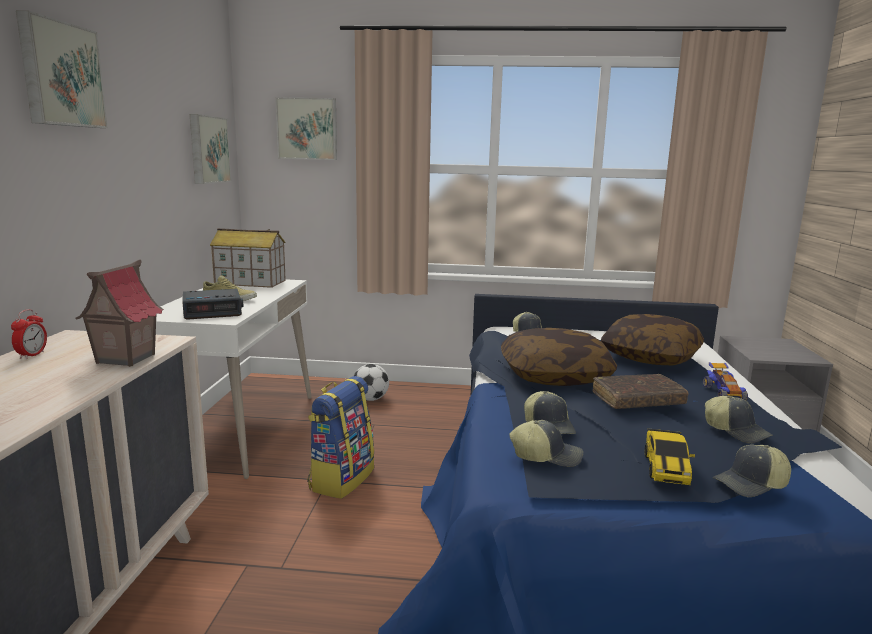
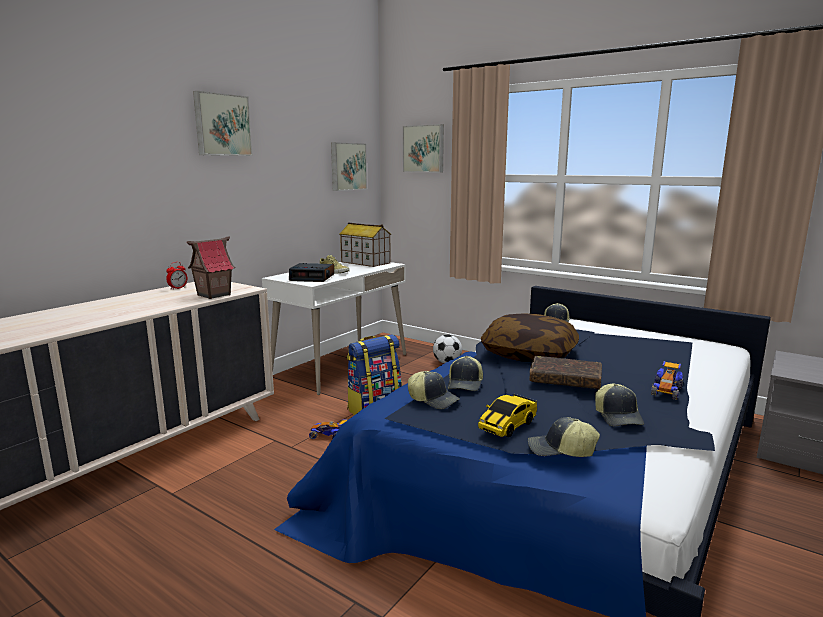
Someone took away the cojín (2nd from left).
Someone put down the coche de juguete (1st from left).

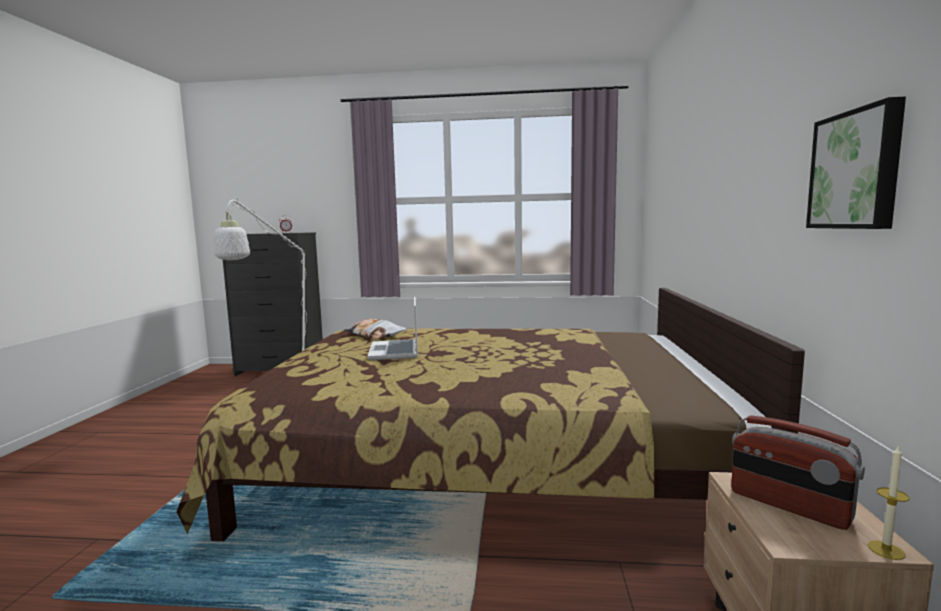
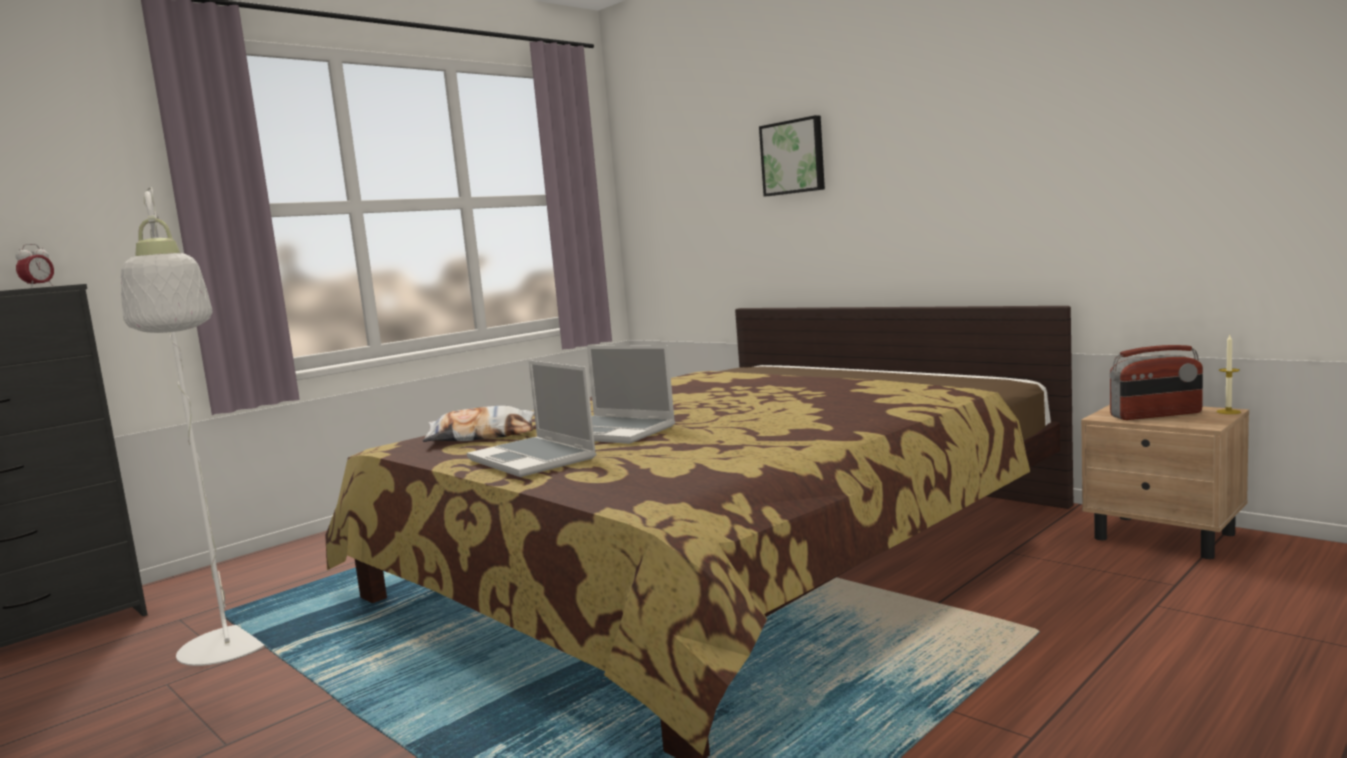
Someone carried the cuadro.
Someone put down the portátil (1st from left).

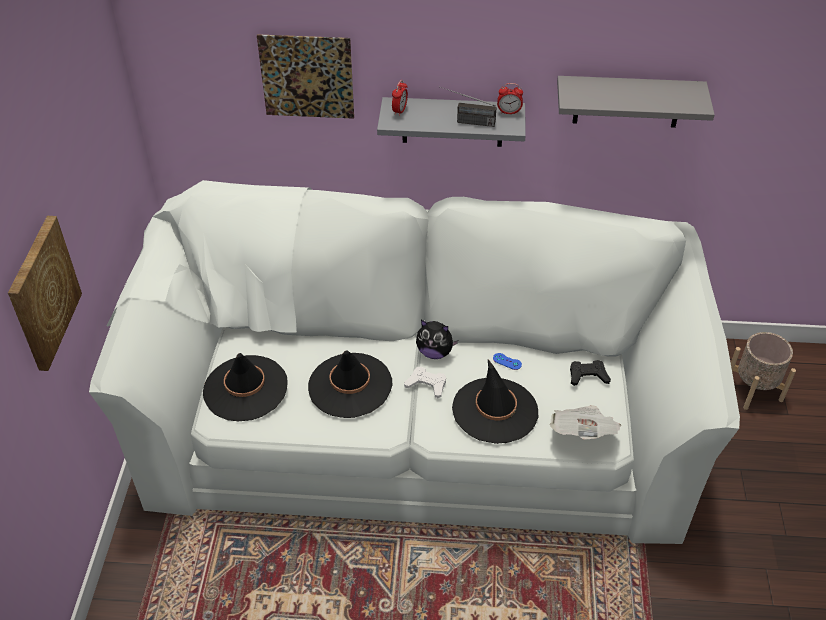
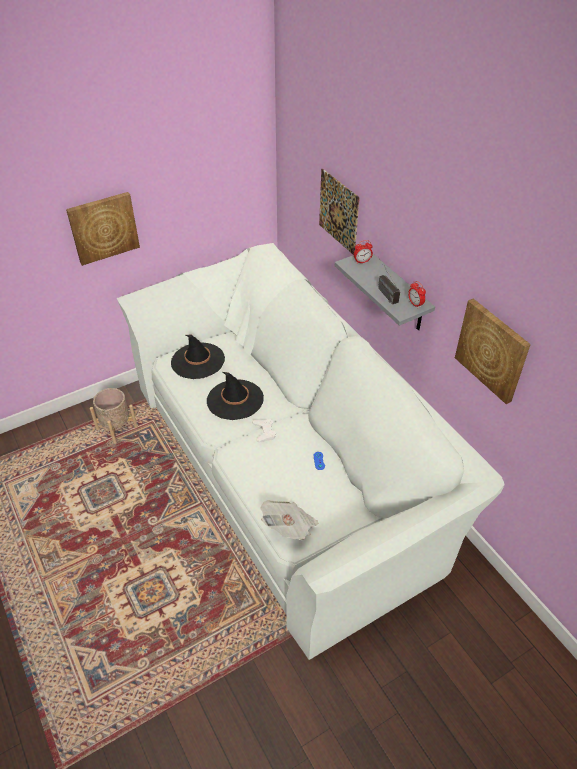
Someone swapped the estante [gris] (2nd from left) for the cuadro (3rd from left).
Someone took away the peluche.
Someone carried the maceta [beis].
Someone took away the sombrero [negro] (3rd from left).
Someone took away the mando de consola [negro].

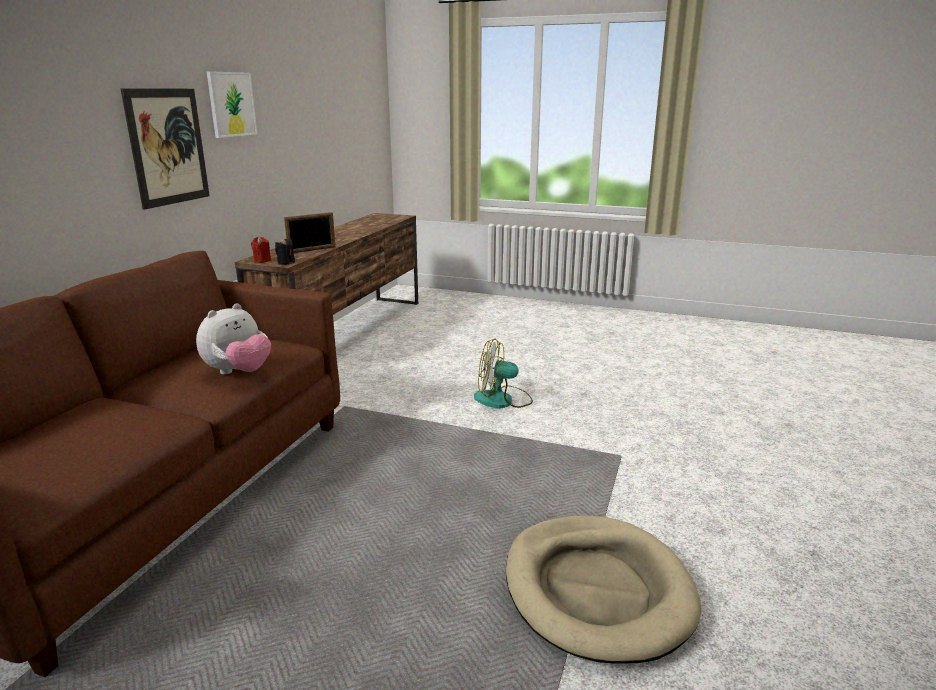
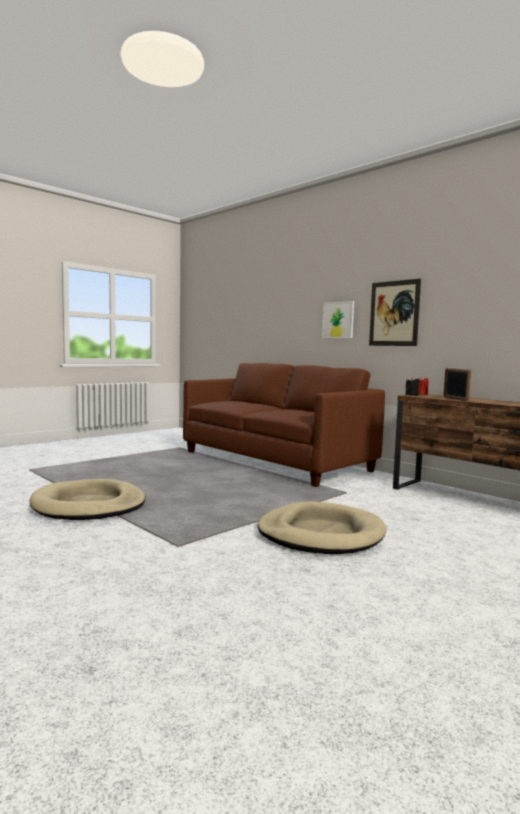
Someone carried the cuadro (2nd from left in the first image).
Someone took away the peluche.
Someone swapped the ventilador for the cama para perro [beis] (2nd from left).

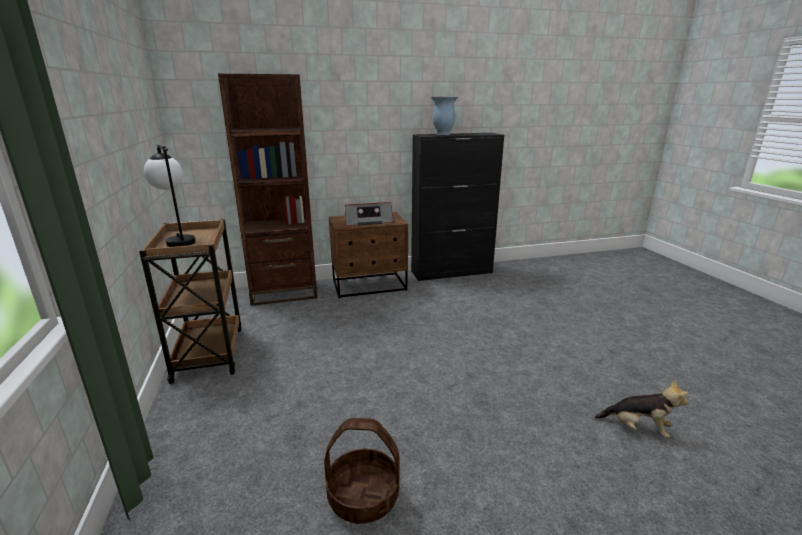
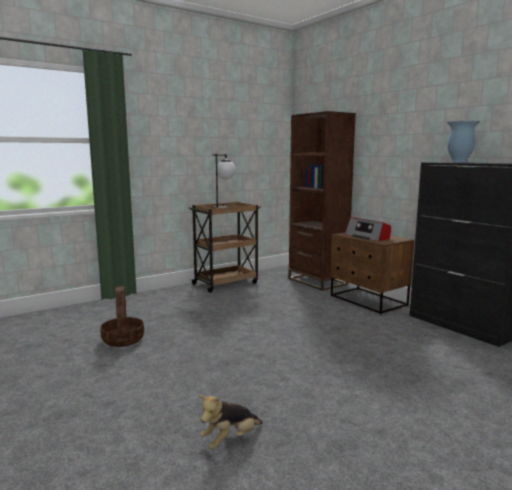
Someone rotated the peluche by 45 degrees clockwise.

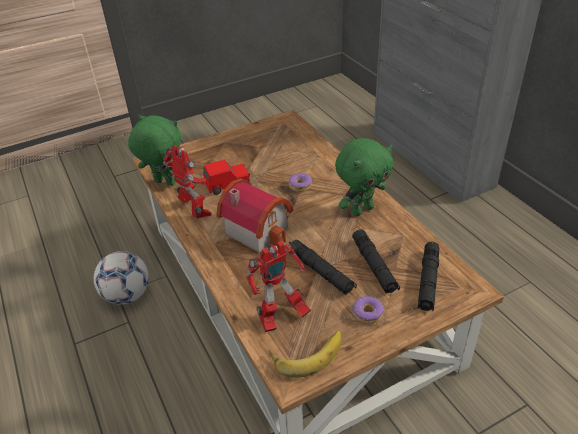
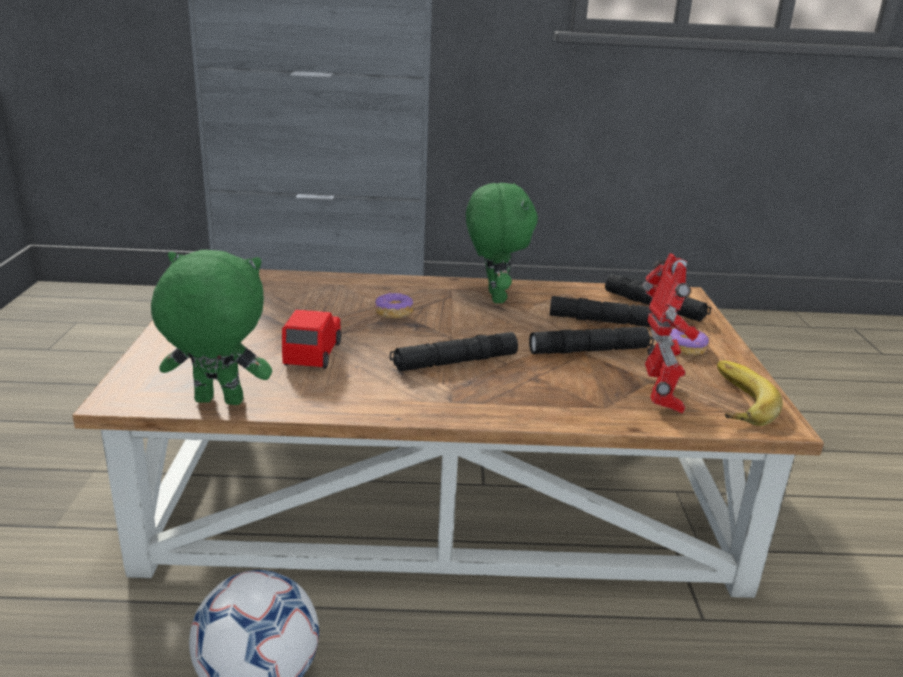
Someone rotated the peluche [verde] (1st from left) by 45 degrees clockwise.
Someone took away the robot de juguete (1st from left).
Someone swapped the casita for the linterna [negro] (1st from left).

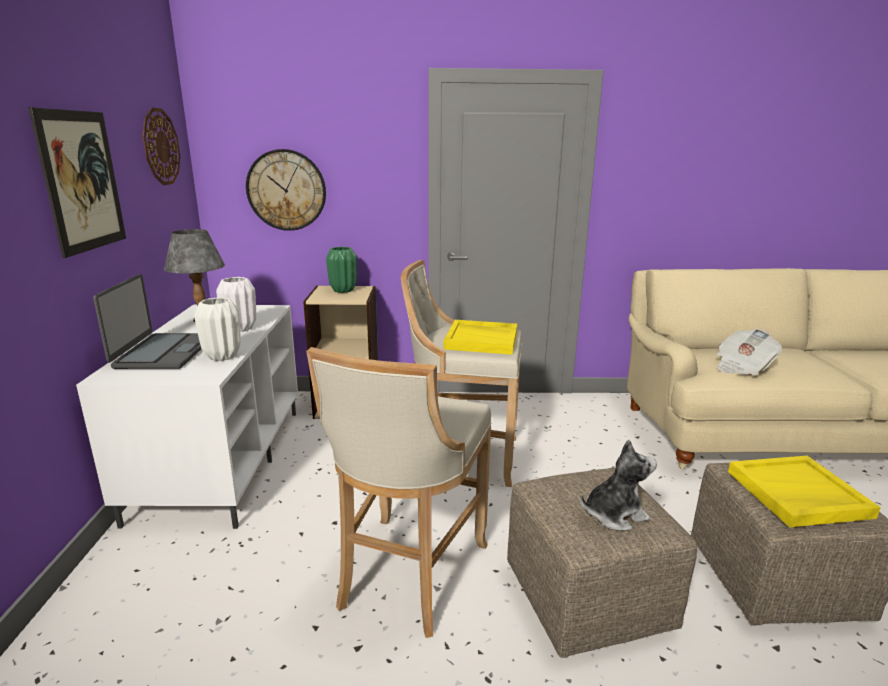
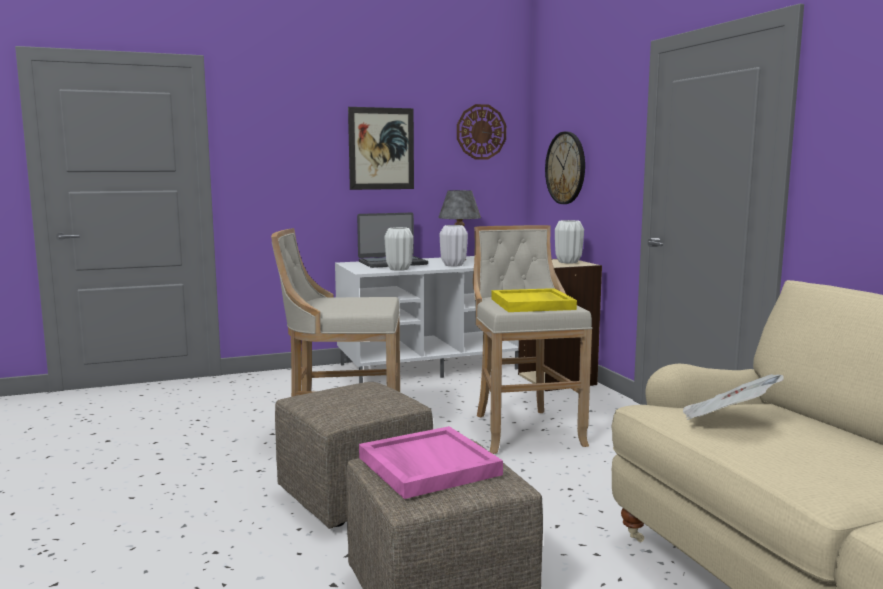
Someone repainted the florero [verde], which became the florero [blanco] (3rd from left).
Someone took away the peluche.
Someone repainted the bandeja [amarillo] (2nd from left), which became the bandeja [rosa].

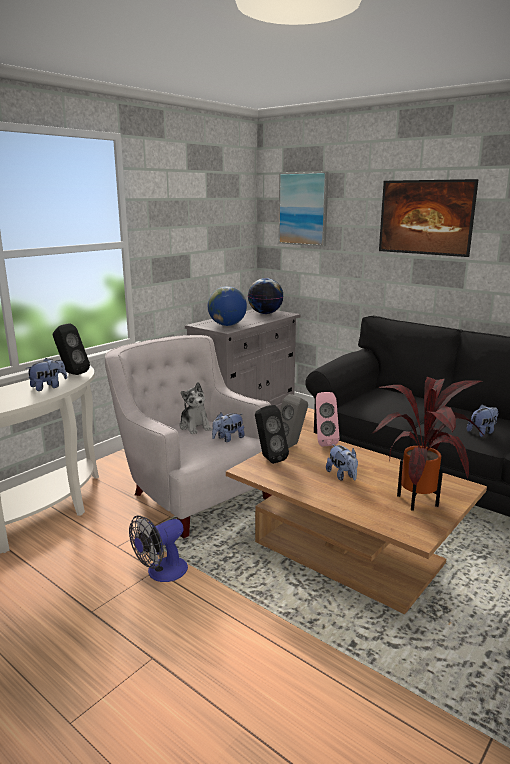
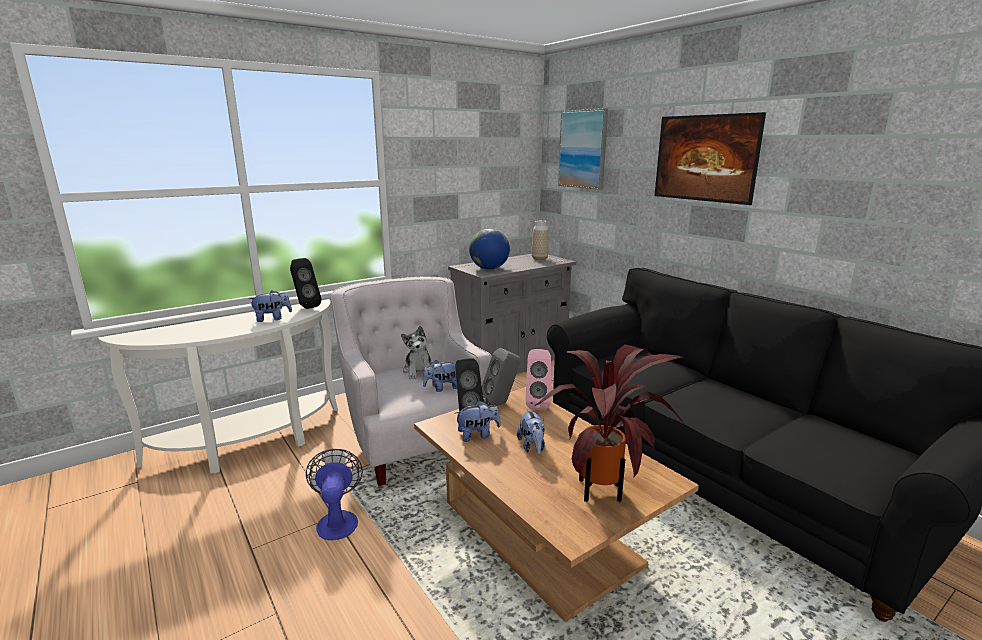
Someone swapped the globo terráqueo (2nd from left) for the florero.
Someone carried the peluche (5th from left in the first image).
Someone rotated the ventilador by 105 degrees clockwise.

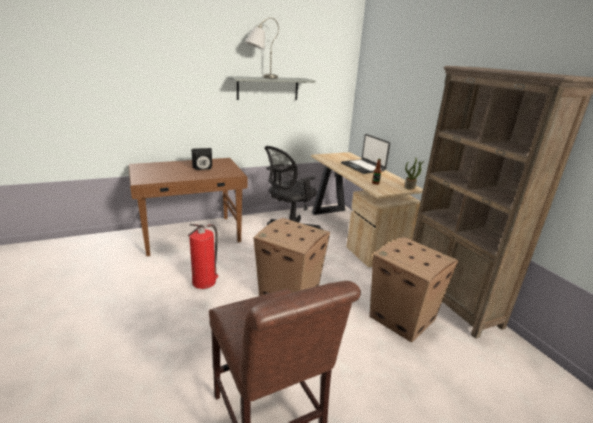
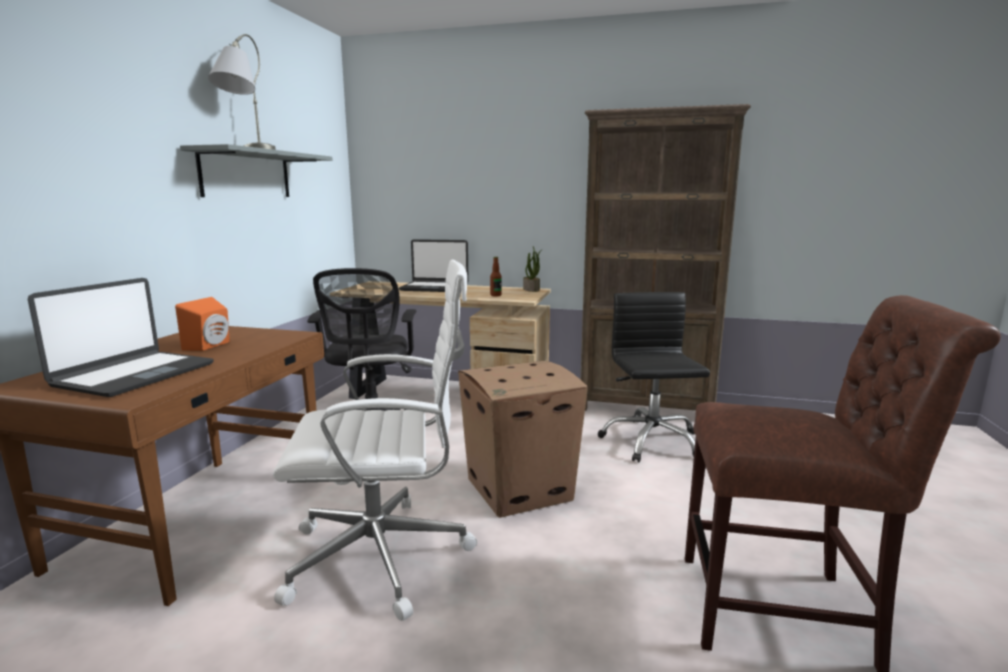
Someone repainted the altavoz [negro], which became the altavoz [naranja].
Someone swapped the extintor for the silla de oficina [blanco].
Someone swapped the caja de cartón (2nd from left) for the silla de oficina [negro] (2nd from left).
Someone put down the portátil (1st from left).

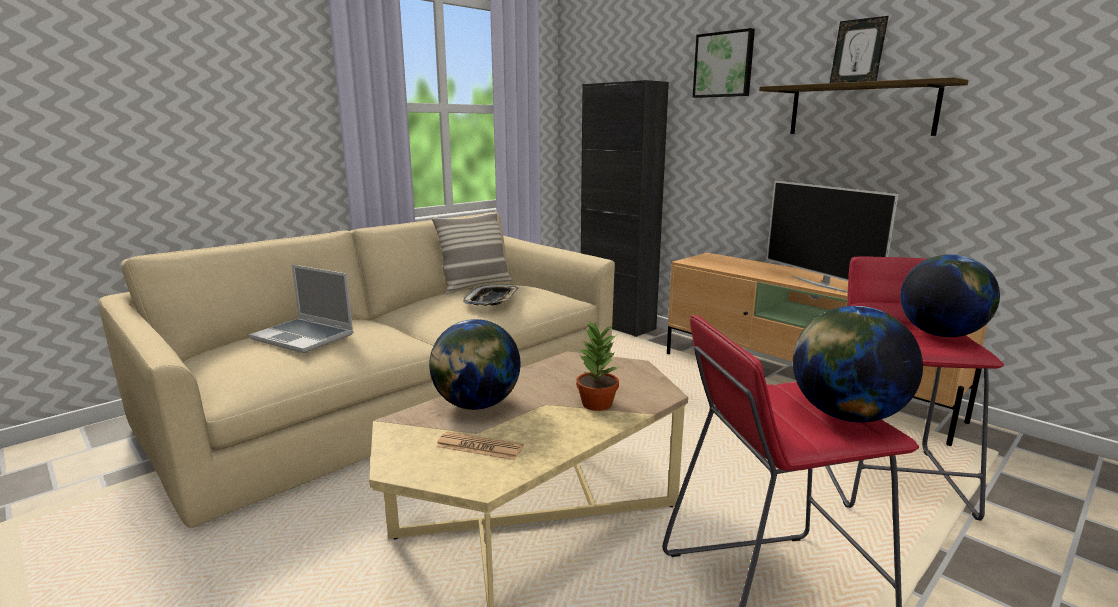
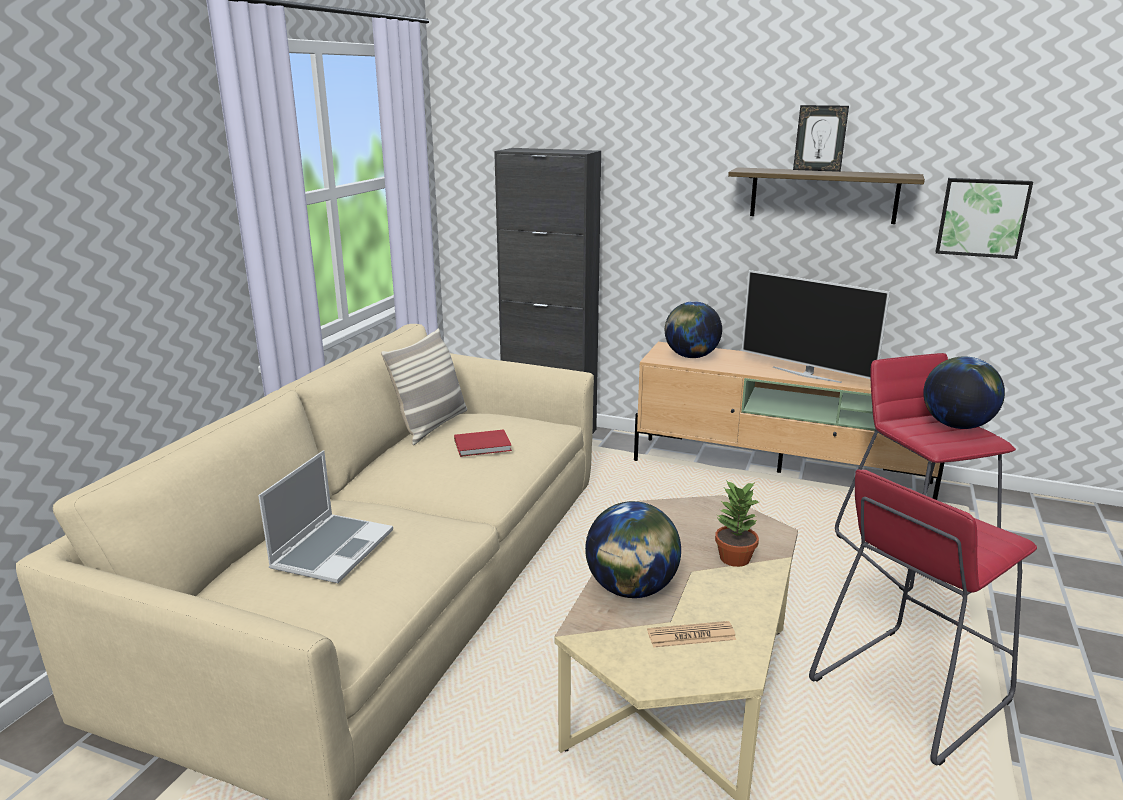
Someone carried the cuadro.
Someone rotated the portátil by 75 degrees counterclockwise.
Someone swapped the bandeja for the libro [rojo].
Someone carried the globo terráqueo (2nd from left).

